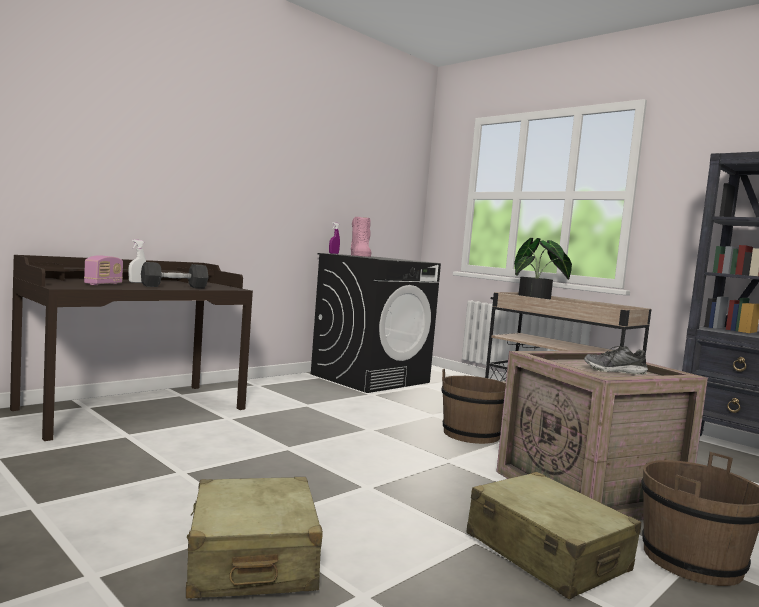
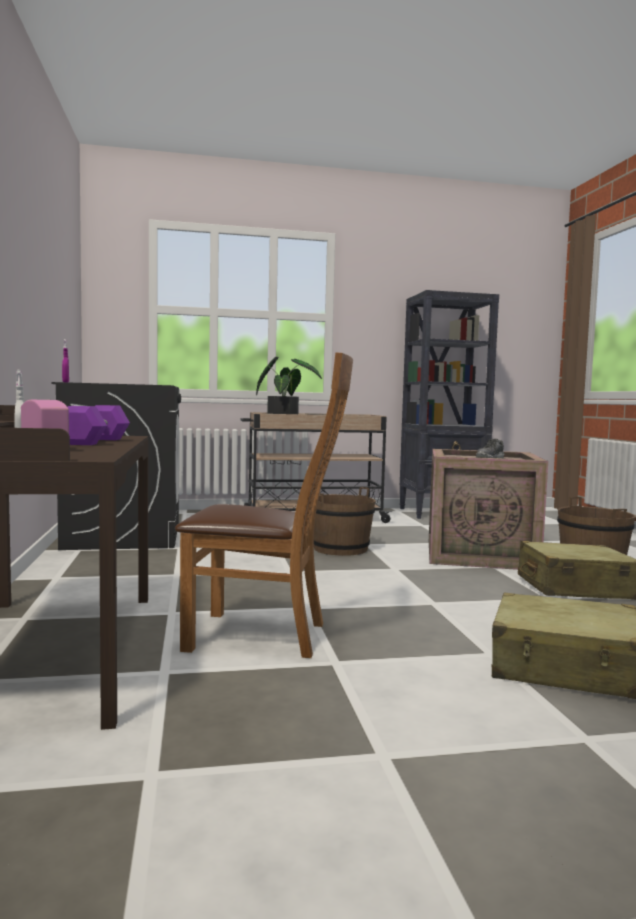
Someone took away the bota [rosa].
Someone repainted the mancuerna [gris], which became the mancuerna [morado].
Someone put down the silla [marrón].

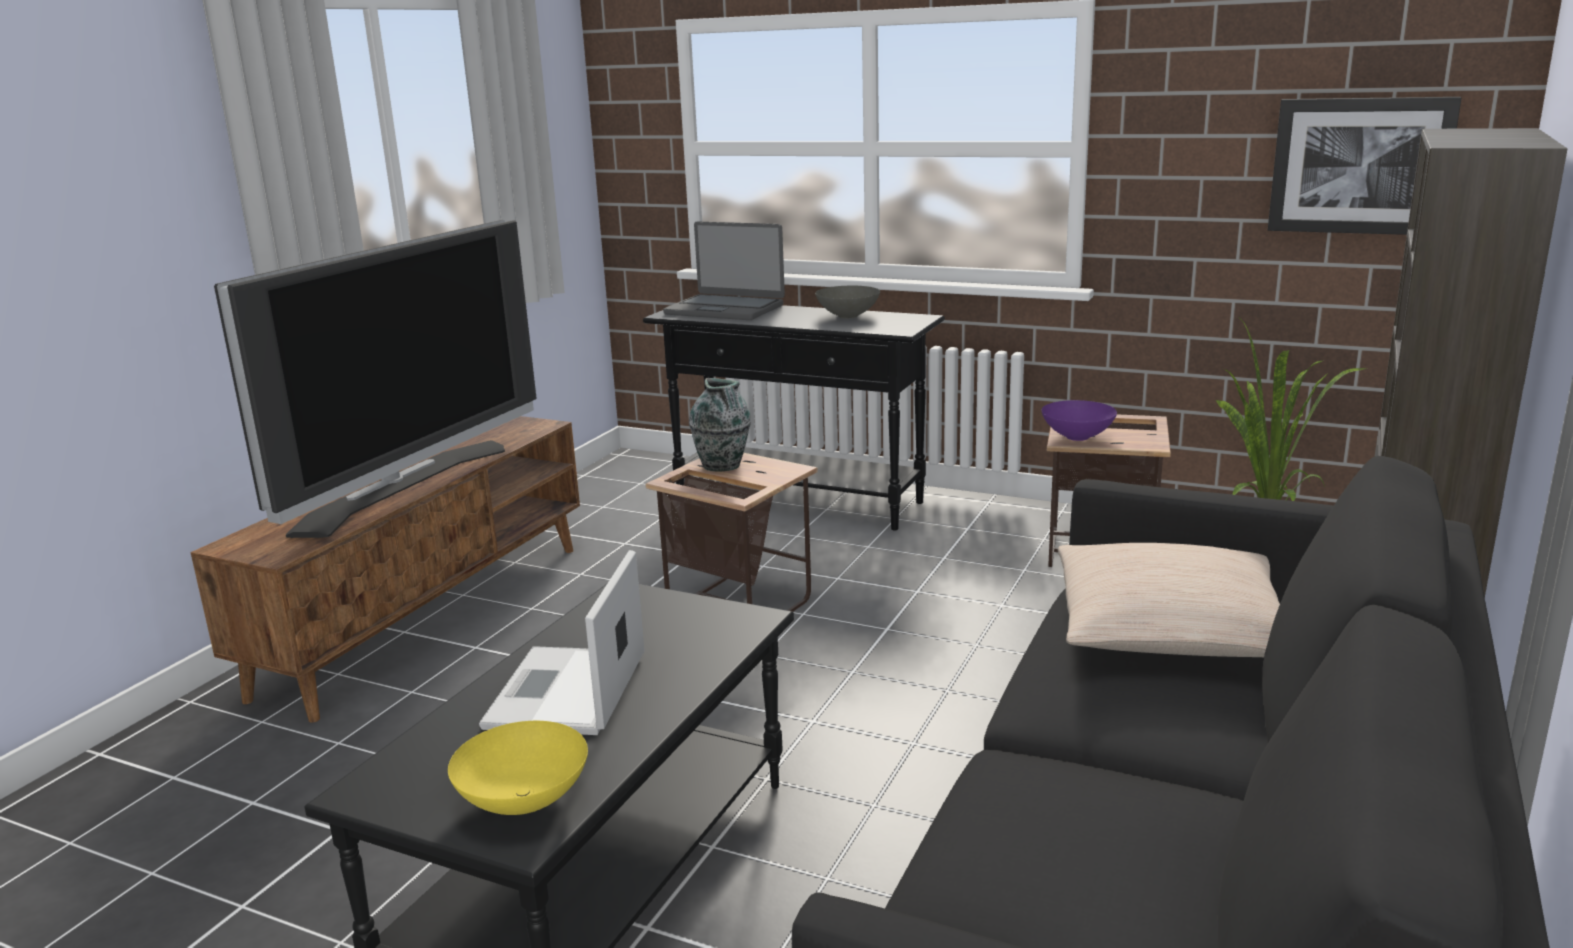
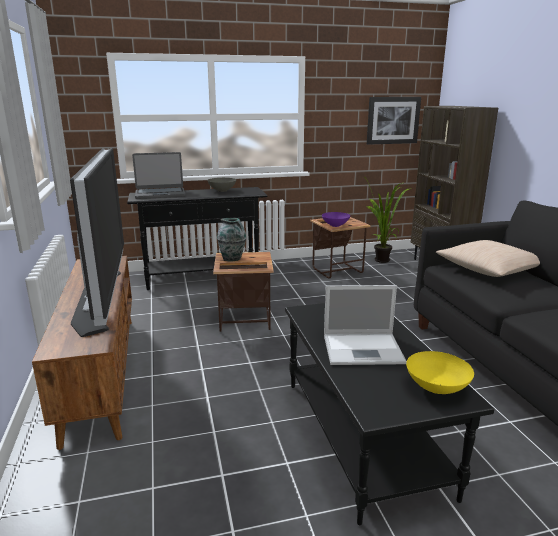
Someone rotated the portátil (1st from left in the first image) by 60 degrees counterclockwise.

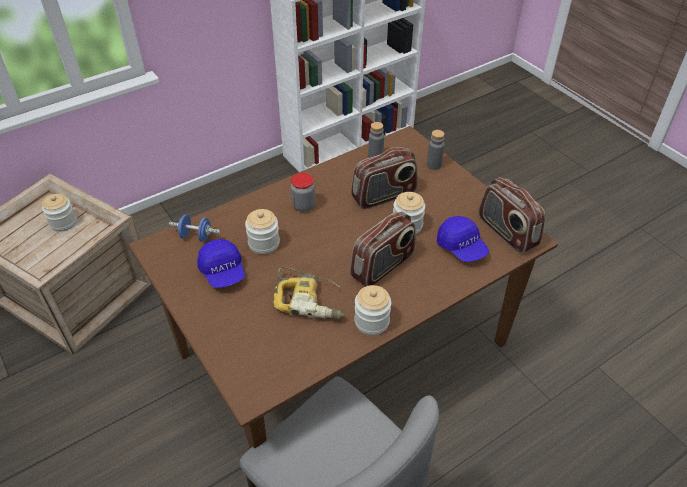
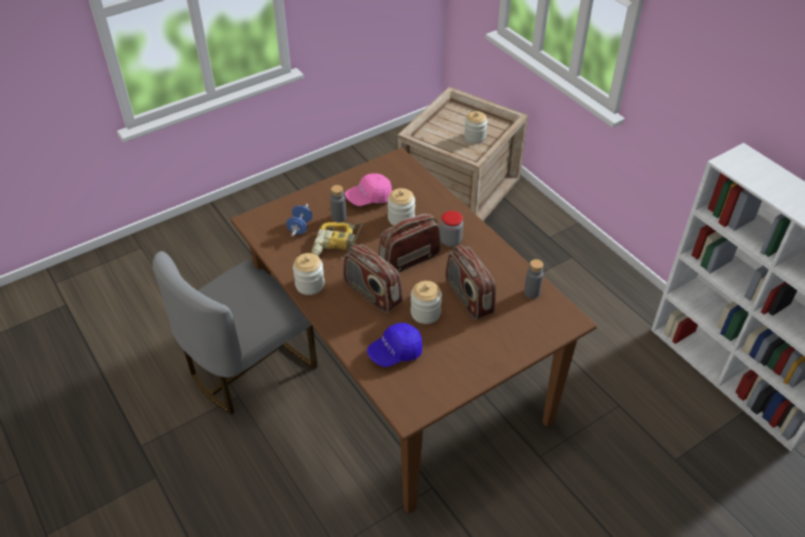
Someone carried the botella [gris] (2nd from left in the first image).
Someone carried the radio (3rd from left in the first image).
Someone carried the mancuerna [azul].
Someone repainted the gorra [azul] (1st from left), which became the gorra [rosa].

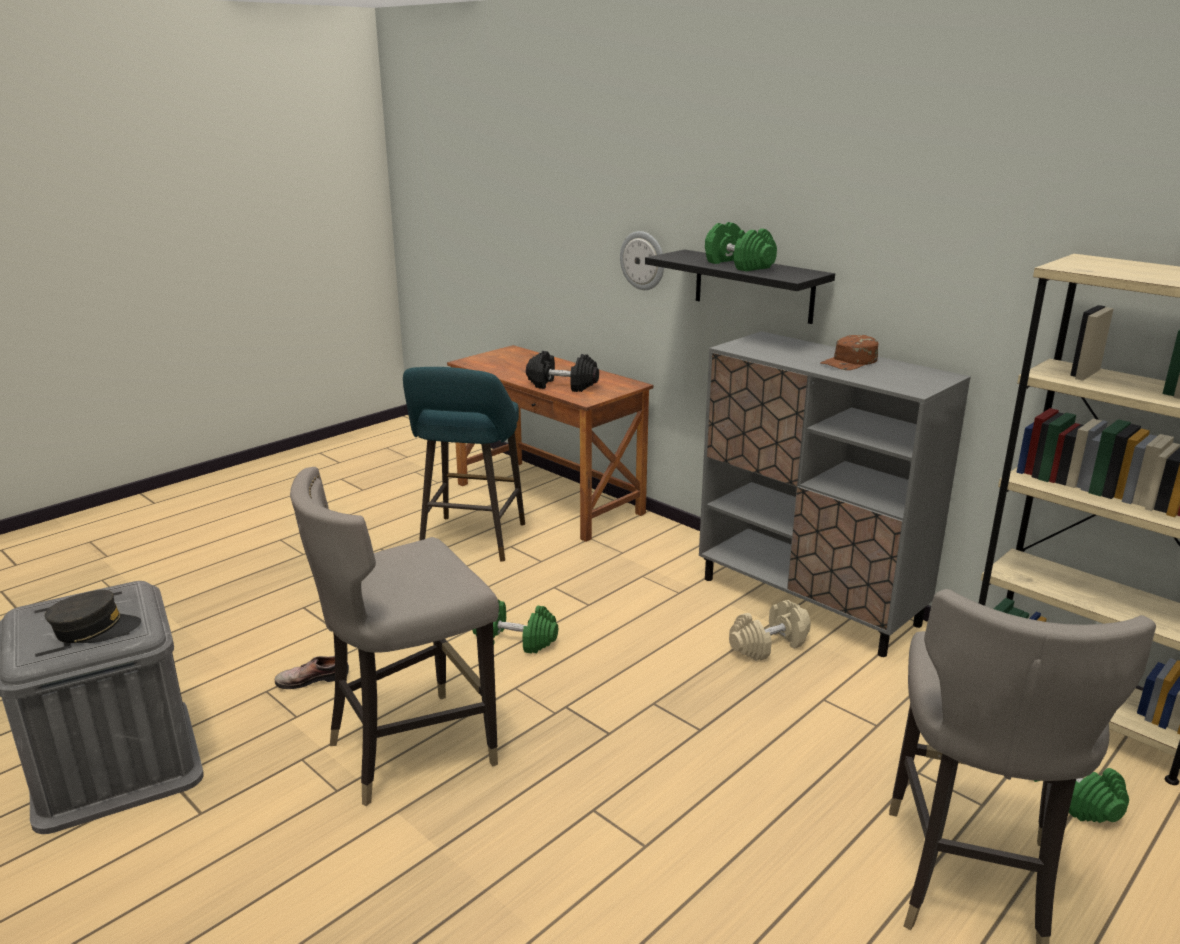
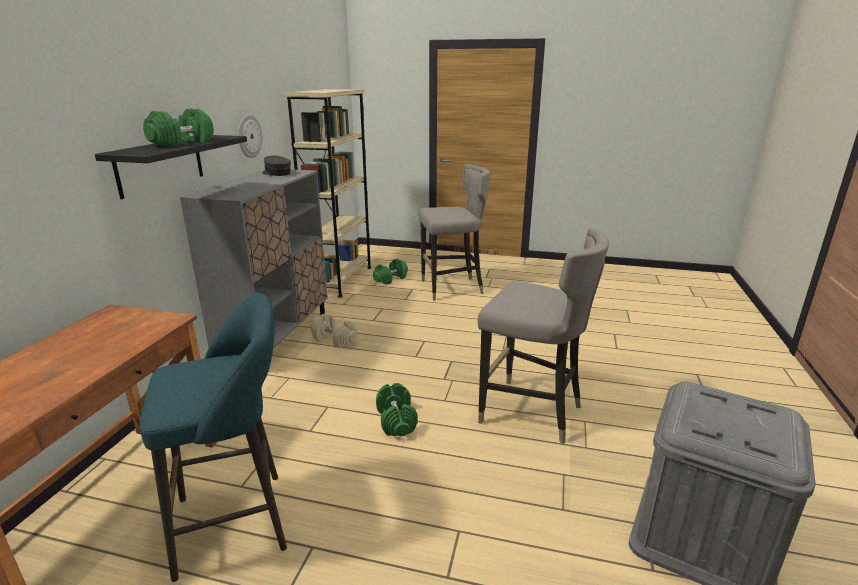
Someone carried the reloj de pared.
Someone took away the gorra [marrón].
Someone took away the mancuerna [negro].
Someone carried the gorra [gris].
Someone took away the zapato.

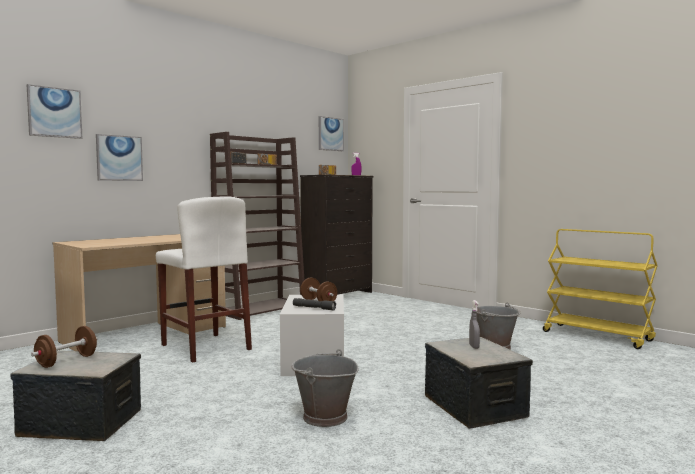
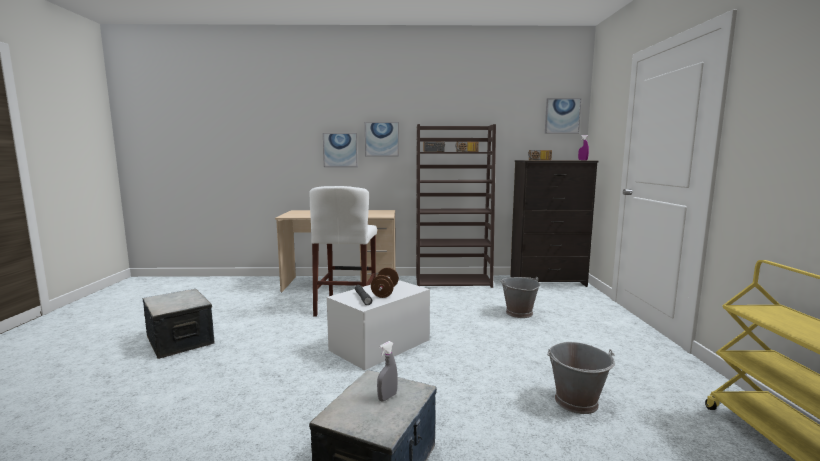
Someone carried the cuadro (1st from left in the first image).
Someone took away the mancuerna [marrón] (1st from left).
Someone carried the cubo [gris] (1st from left).

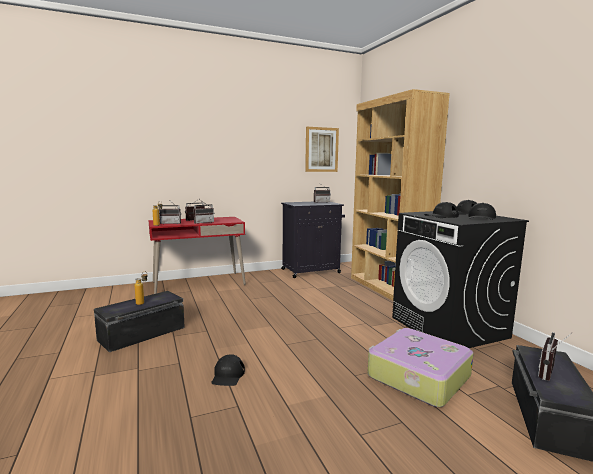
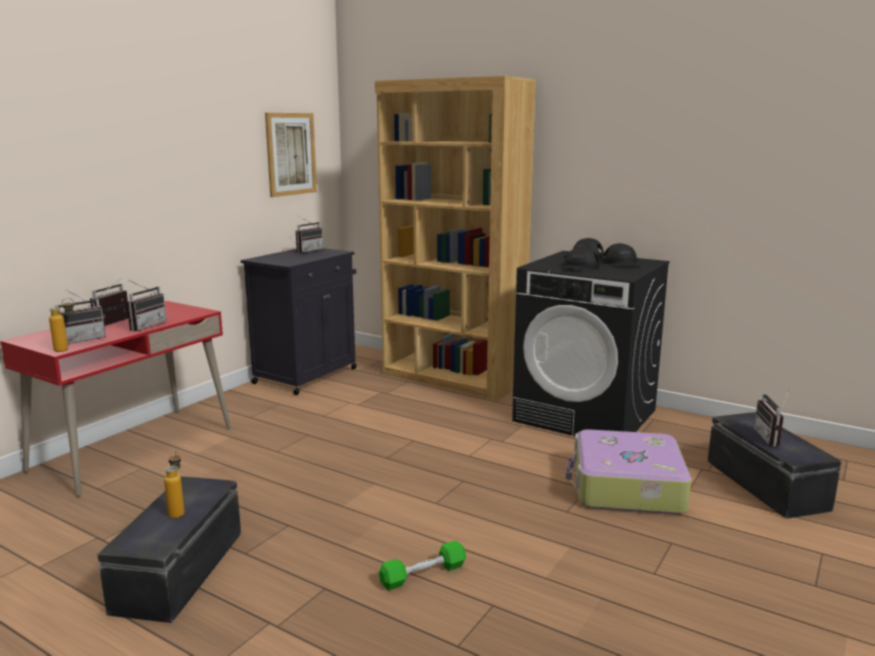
Someone swapped the gorra [negro] (1st from left) for the mancuerna [verde].

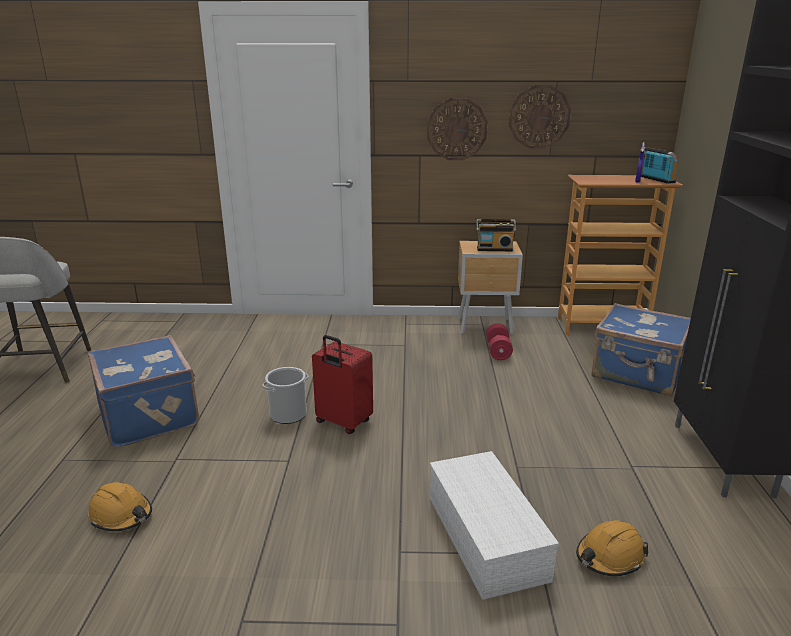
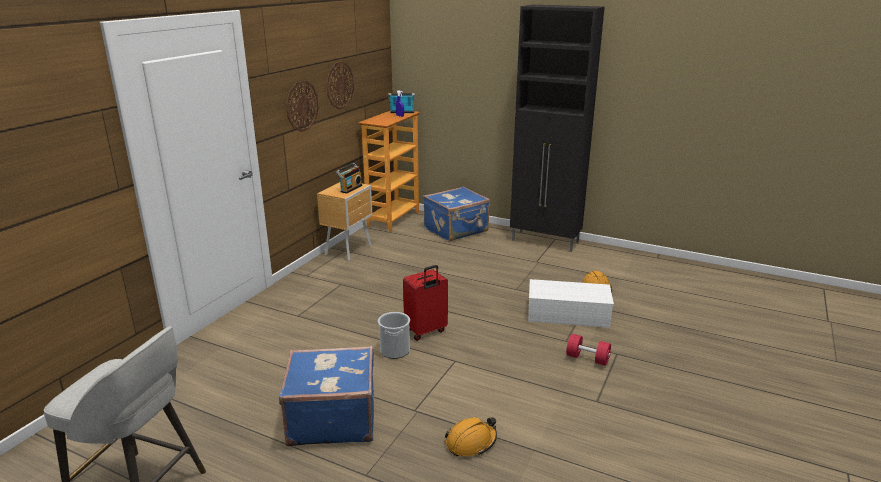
Someone carried the mancuerna [rojo].

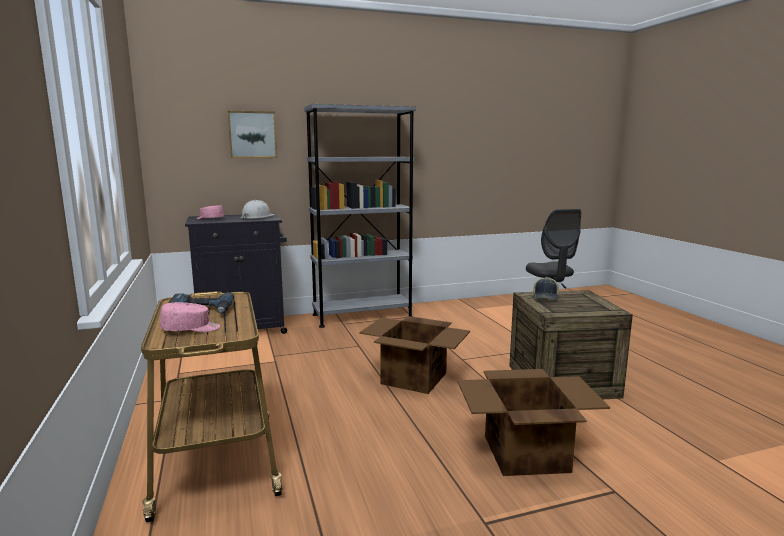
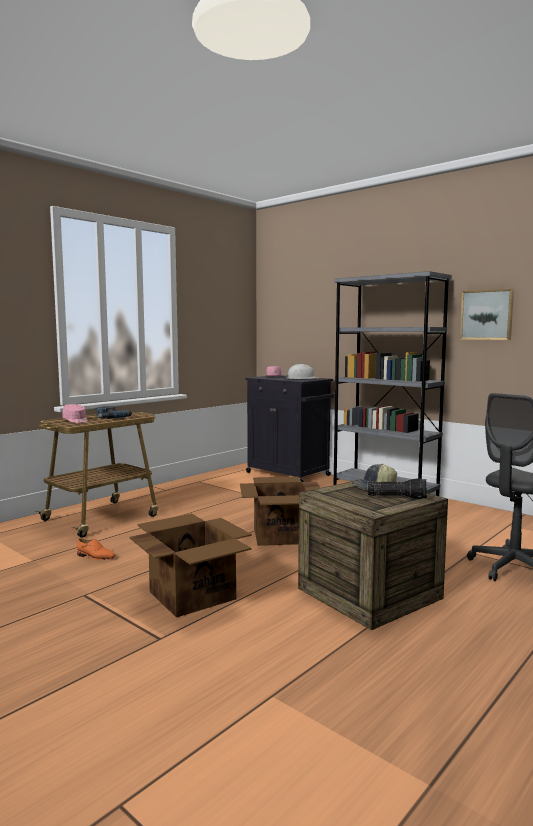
Someone carried the cuadro.
Someone put down the linterna.
Someone put down the zapato [naranja].

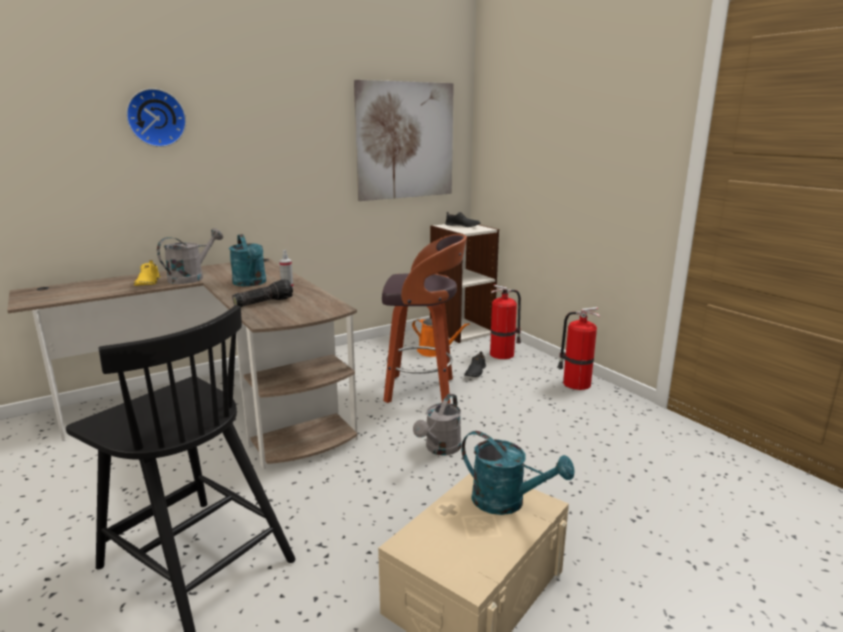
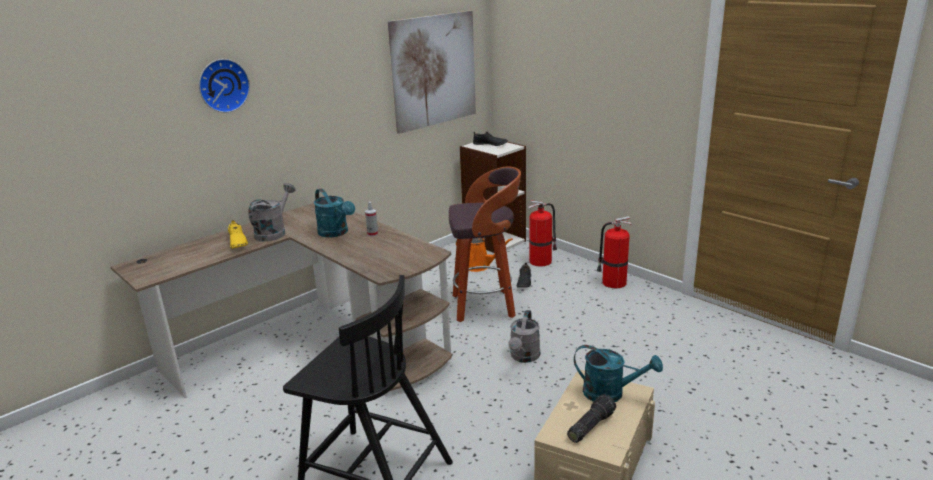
Someone carried the linterna.

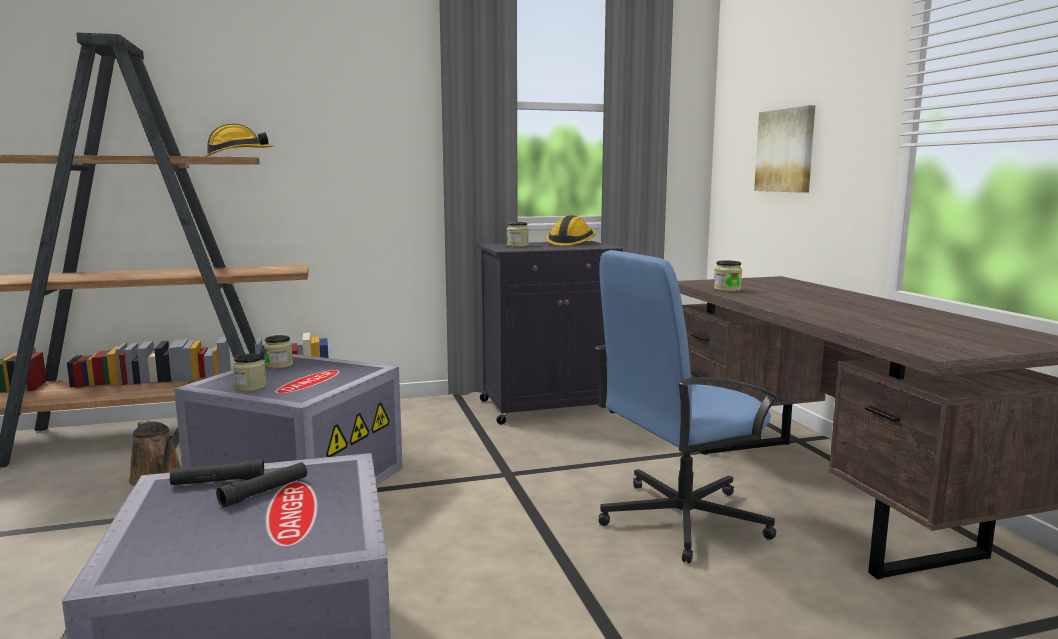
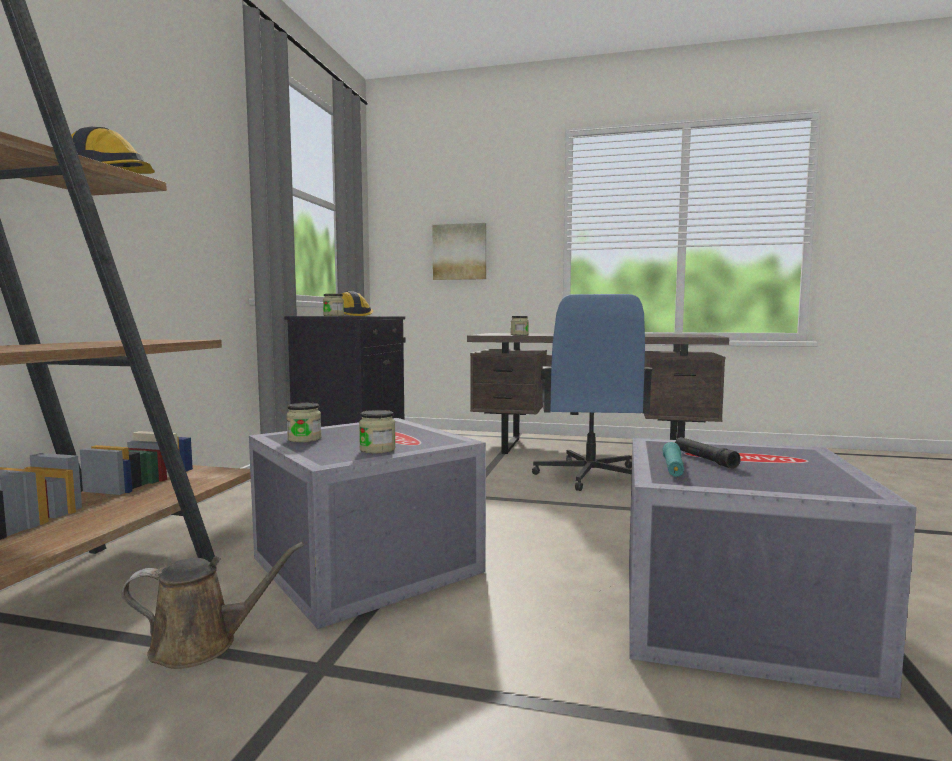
Someone repainted the linterna [negro] (1st from left), which became the linterna [turquesa].

